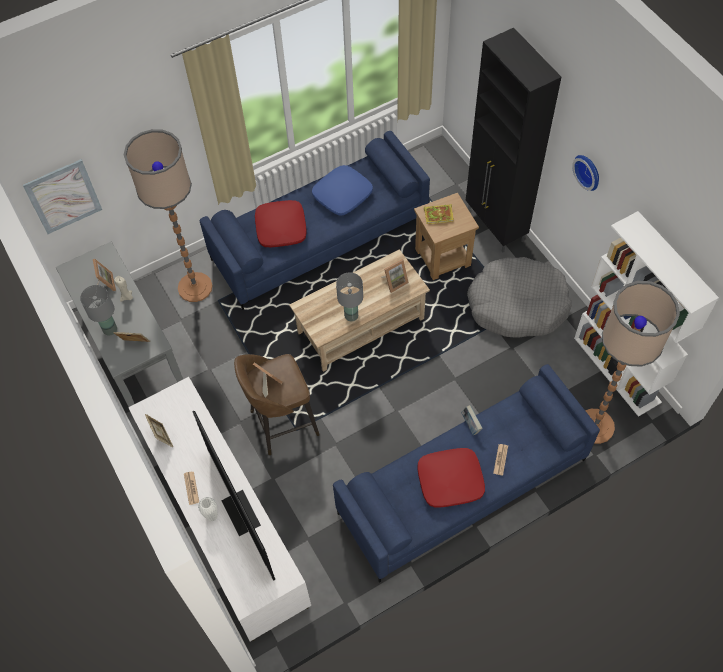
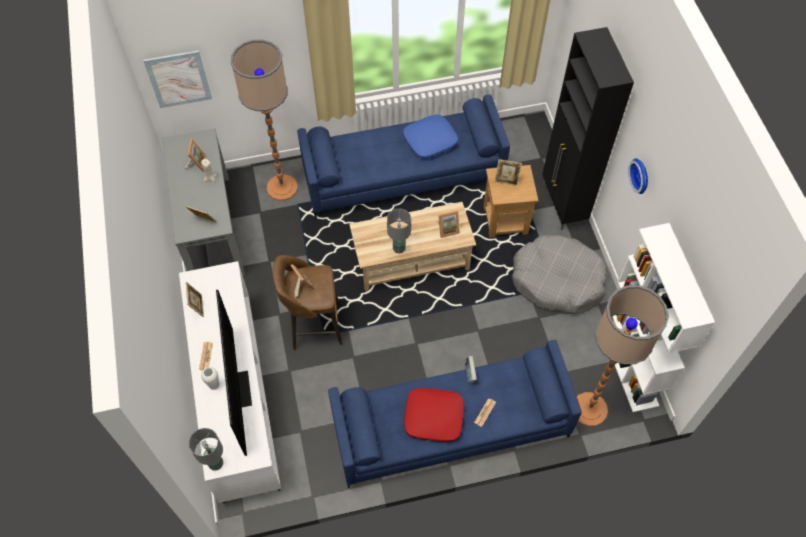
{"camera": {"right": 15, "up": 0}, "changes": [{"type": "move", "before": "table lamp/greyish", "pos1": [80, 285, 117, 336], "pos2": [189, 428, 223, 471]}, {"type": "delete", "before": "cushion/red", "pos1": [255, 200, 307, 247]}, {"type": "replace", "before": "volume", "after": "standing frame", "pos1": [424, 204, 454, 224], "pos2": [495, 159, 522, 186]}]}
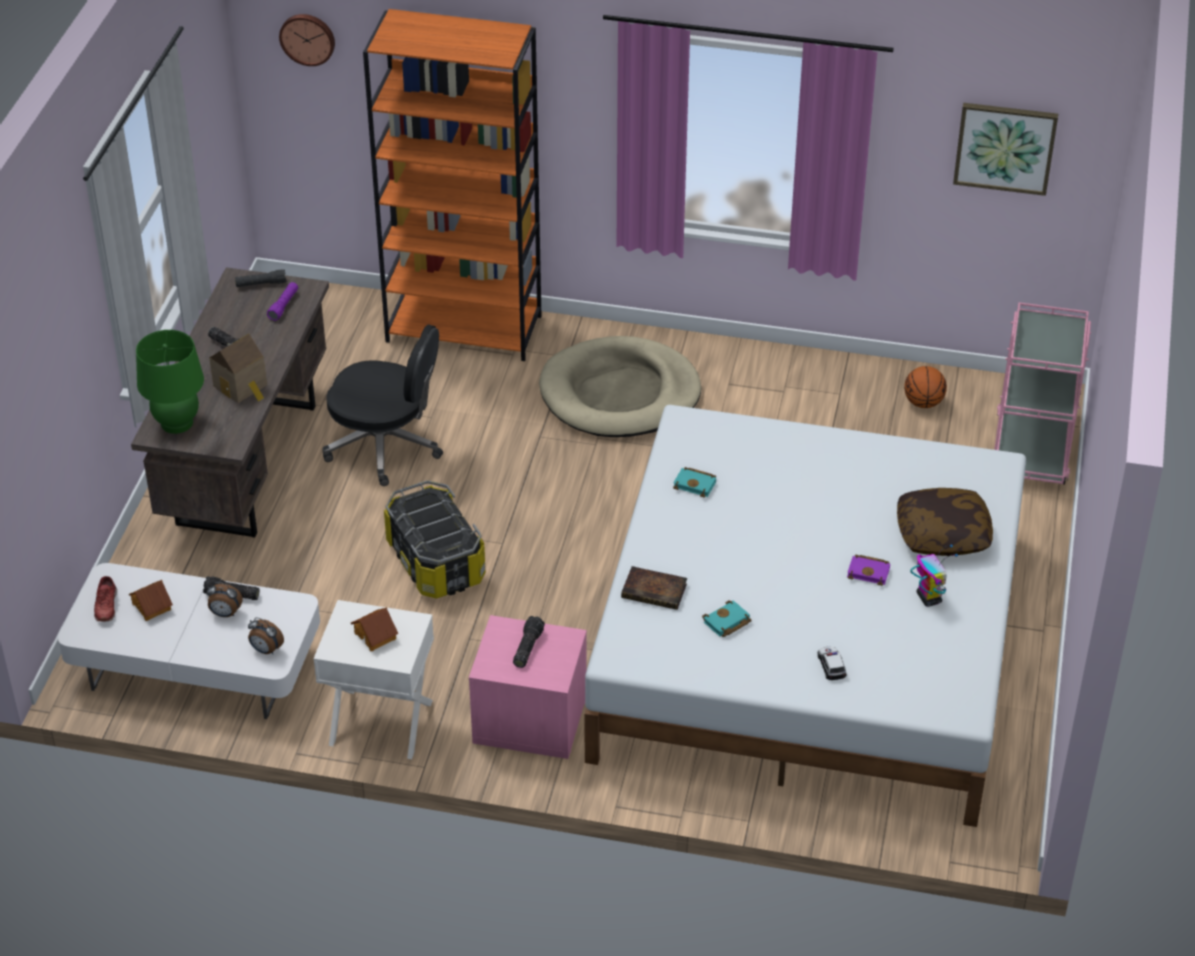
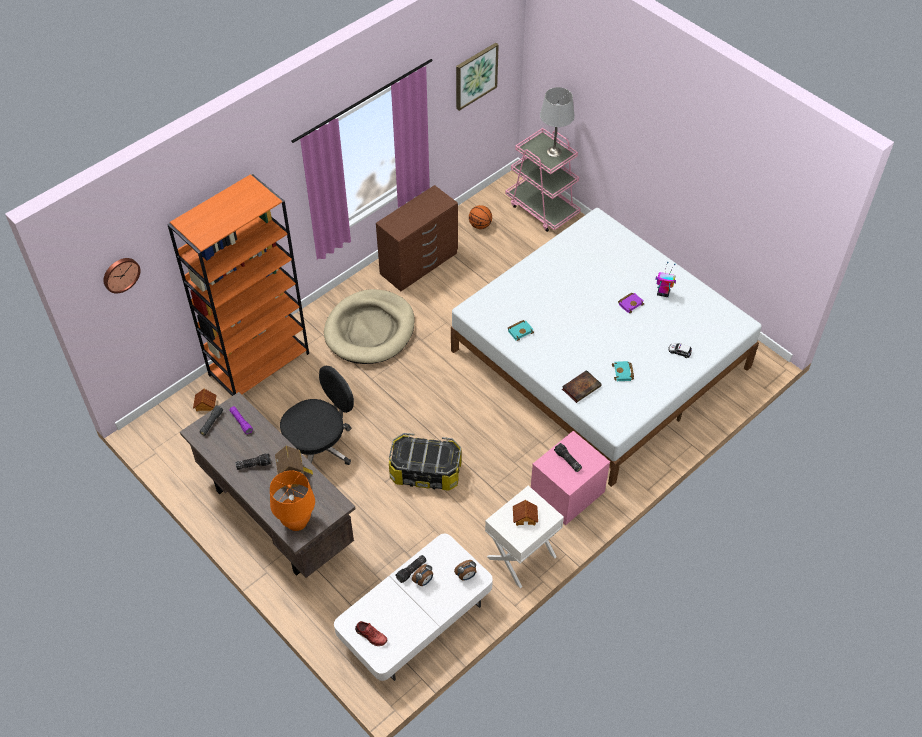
{"camera": {"right": -55, "up": 10}, "changes": [{"type": "move", "before": "toy house", "pos1": [129, 580, 173, 621], "pos2": [193, 389, 217, 411]}, {"type": "recolor", "before": "table lamp/greenish", "after": "table lamp/orange-coloured", "pos1": [136, 330, 204, 434], "pos2": [270, 471, 315, 531]}, {"type": "delete", "before": "cushion", "pos1": [897, 488, 993, 556]}, {"type": "insert", "after": "dresser/brown-coloured", "pos2": [376, 185, 458, 291]}, {"type": "insert", "after": "table lamp/greyish", "pos2": [540, 87, 575, 157]}]}
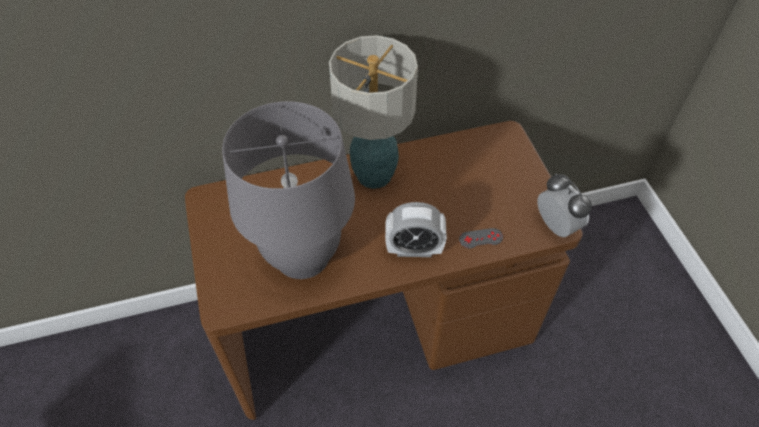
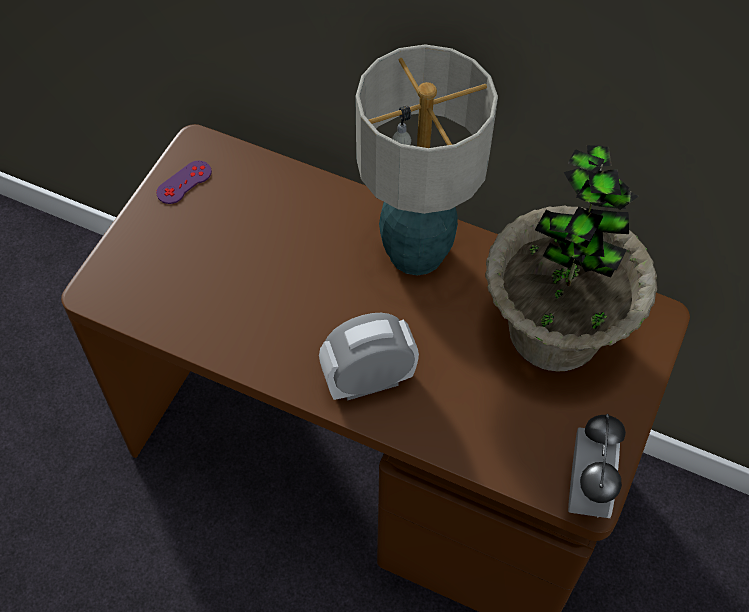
{"camera": {"right": 40, "up": 5}, "changes": [{"type": "delete", "before": "table lamp/greyish", "pos1": [222, 101, 355, 279]}, {"type": "rotate", "before": "alarm clock", "pos1": [385, 202, 447, 257], "pos2": [319, 313, 419, 401], "turn": 120}, {"type": "delete", "before": "gamepad/greyish", "pos1": [459, 228, 503, 248]}, {"type": "insert", "after": "gamepad/purplish", "pos2": [156, 161, 212, 204]}, {"type": "insert", "after": "potted plant", "pos2": [485, 145, 657, 371]}]}
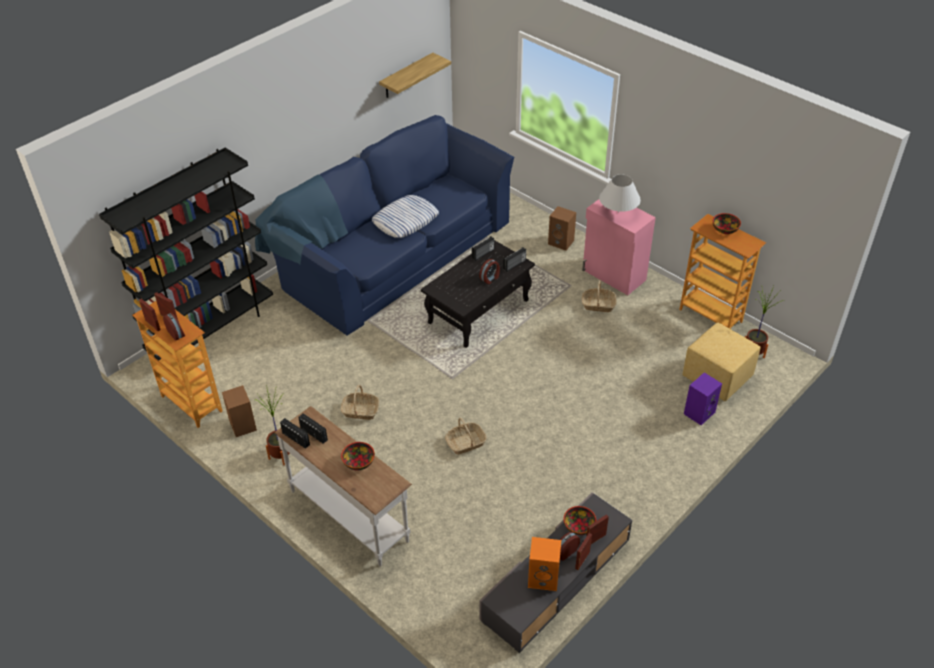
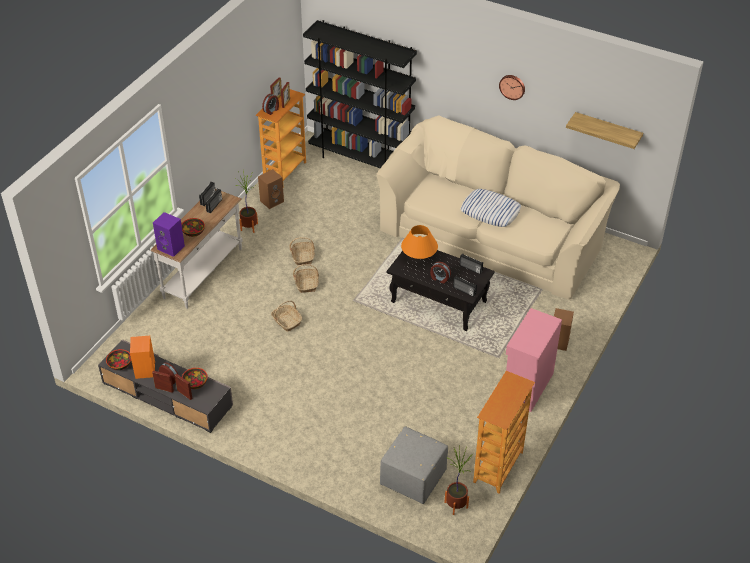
{"camera": {"right": 75, "up": 0}, "changes": [{"type": "recolor", "before": "settee/blue-coloured", "after": "settee/beige-coloured", "pos1": [255, 115, 514, 336], "pos2": [376, 115, 620, 300]}, {"type": "move", "before": "storage basket", "pos1": [582, 280, 616, 312], "pos2": [293, 264, 319, 293]}, {"type": "delete", "before": "table lamp/white-coloured", "pos1": [599, 174, 641, 213]}, {"type": "recolor", "before": "pouffe/yellow-coloured", "after": "pouffe/greyish", "pos1": [682, 323, 761, 401], "pos2": [380, 427, 448, 504]}, {"type": "move", "before": "audio speaker/purplish", "pos1": [684, 373, 722, 425], "pos2": [153, 212, 185, 257]}, {"type": "move", "before": "deep dish", "pos1": [713, 213, 741, 234], "pos2": [106, 349, 131, 370]}, {"type": "insert", "after": "table lamp/orange-coloured", "pos2": [401, 225, 438, 259]}, {"type": "insert", "after": "wall clock", "pos2": [499, 75, 525, 100]}]}
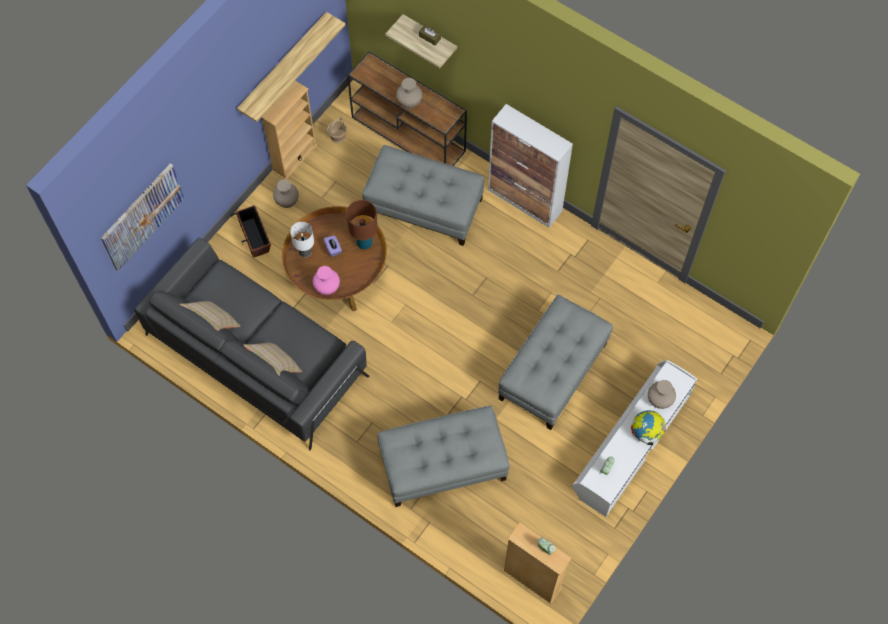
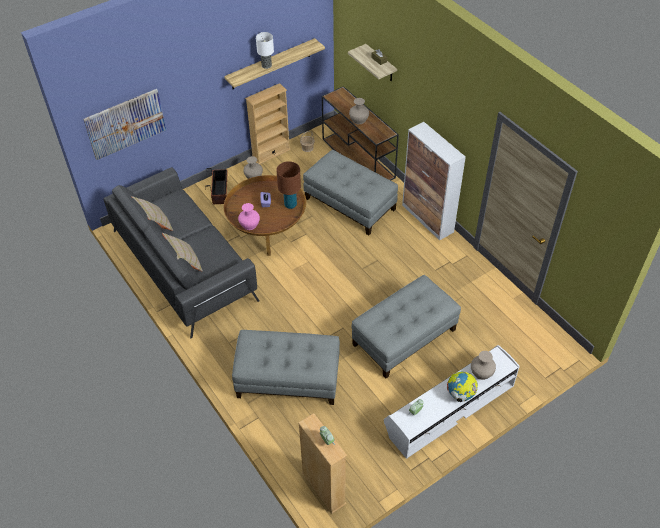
{"camera": {"right": 20, "up": -15}, "changes": [{"type": "move", "before": "table lamp", "pos1": [290, 222, 314, 257], "pos2": [256, 32, 274, 69]}]}
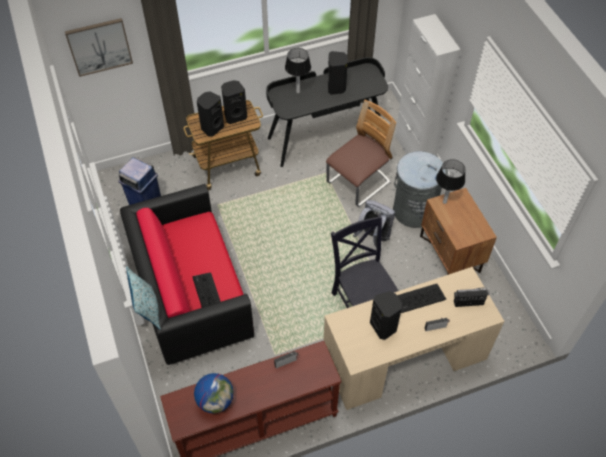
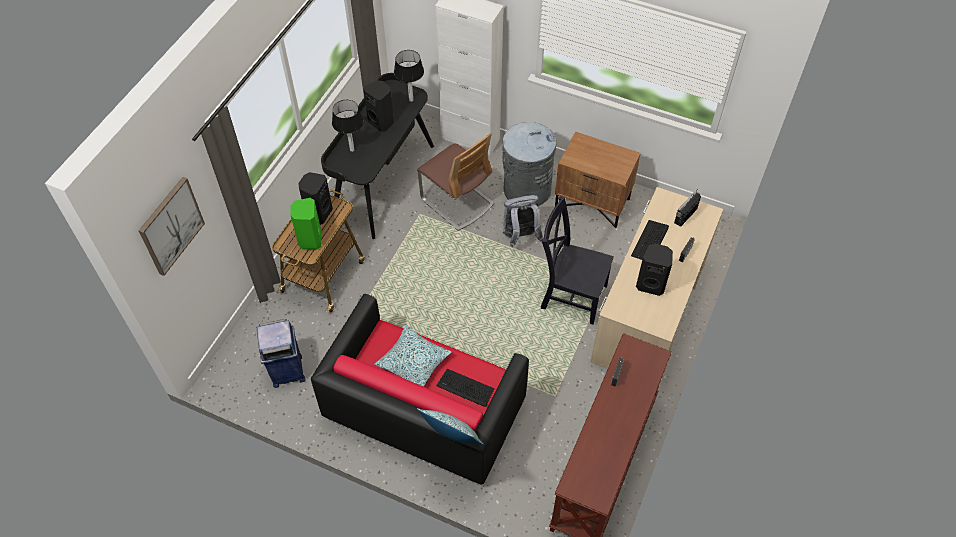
{"camera": {"right": -45, "up": 0}, "changes": [{"type": "delete", "before": "globe", "pos1": [194, 373, 234, 414]}, {"type": "recolor", "before": "audio speaker/black", "after": "audio speaker/greenish", "pos1": [197, 91, 224, 137], "pos2": [290, 198, 321, 250]}, {"type": "rotate", "before": "upright chair", "pos1": [326, 100, 396, 207], "pos2": [417, 133, 494, 231], "turn": 135}, {"type": "move", "before": "table lamp", "pos1": [436, 159, 465, 204], "pos2": [394, 50, 424, 102]}, {"type": "insert", "after": "cushion", "pos2": [374, 325, 452, 387]}]}
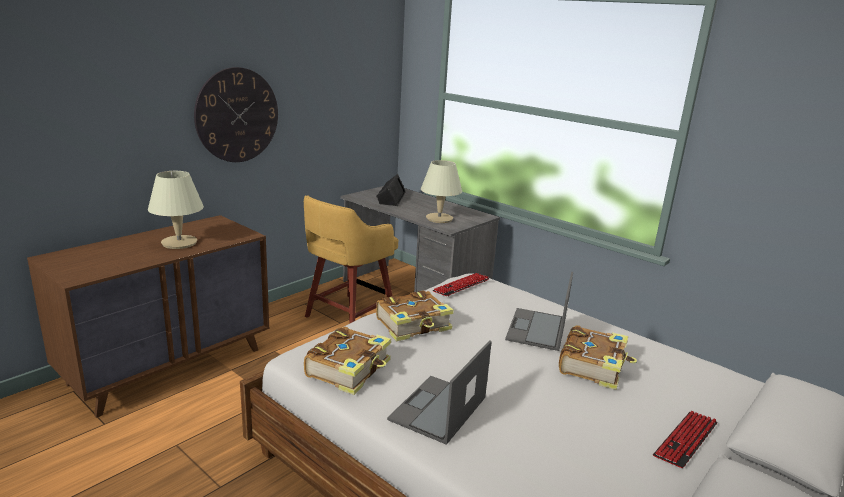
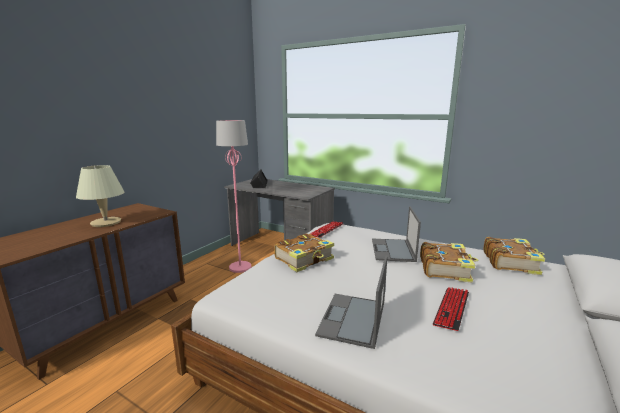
{"camera": {"right": -10, "up": -5}, "changes": [{"type": "delete", "before": "wall clock", "pos1": [194, 67, 278, 162]}, {"type": "replace", "before": "stool/yellow-coloured", "after": "standing lamp/pink-coloured", "pos1": [304, 195, 398, 324], "pos2": [216, 120, 251, 273]}, {"type": "move", "before": "volume", "pos1": [304, 327, 391, 395], "pos2": [483, 237, 545, 275]}, {"type": "delete", "before": "table lamp/beige-coloured", "pos1": [421, 160, 462, 223]}, {"type": "move", "before": "PC keyboard", "pos1": [653, 411, 718, 468], "pos2": [433, 287, 469, 331]}]}
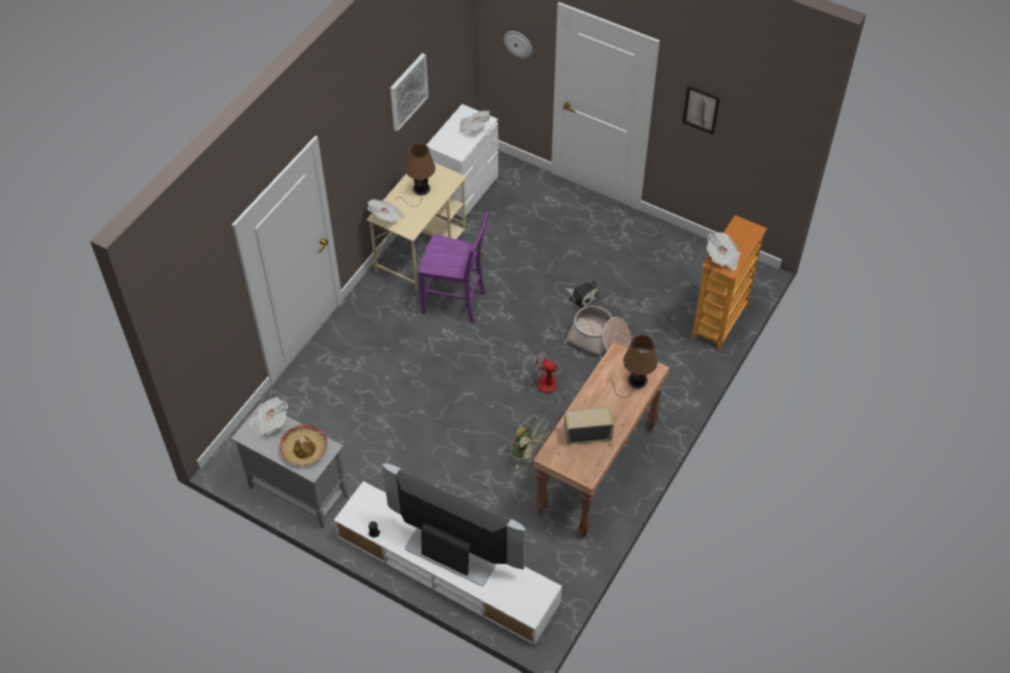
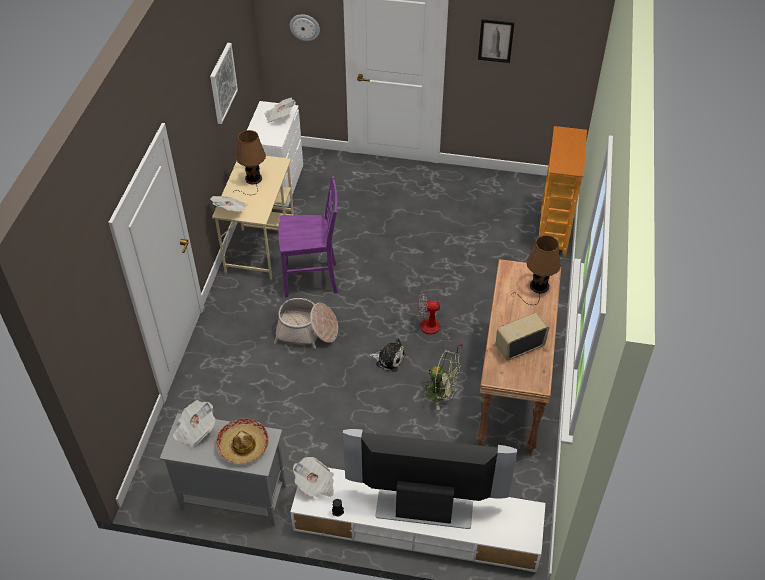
{"camera": {"right": -20, "up": -5}, "changes": [{"type": "move", "before": "storage basket", "pos1": [564, 305, 631, 360], "pos2": [274, 298, 338, 349]}, {"type": "move", "before": "plush toy", "pos1": [566, 281, 599, 309], "pos2": [369, 339, 405, 372]}, {"type": "move", "before": "newspaper", "pos1": [706, 232, 741, 271], "pos2": [293, 457, 334, 497]}]}
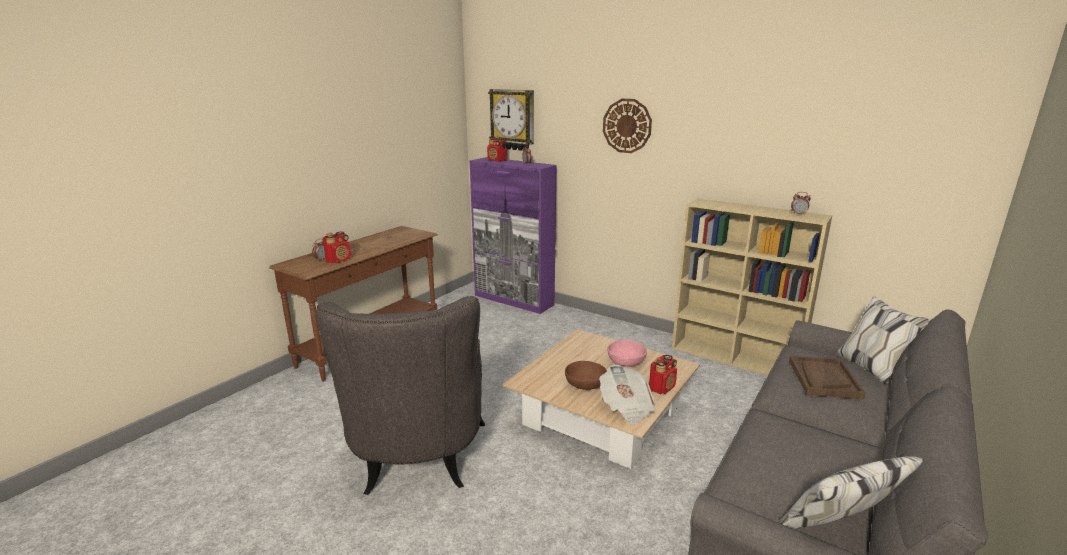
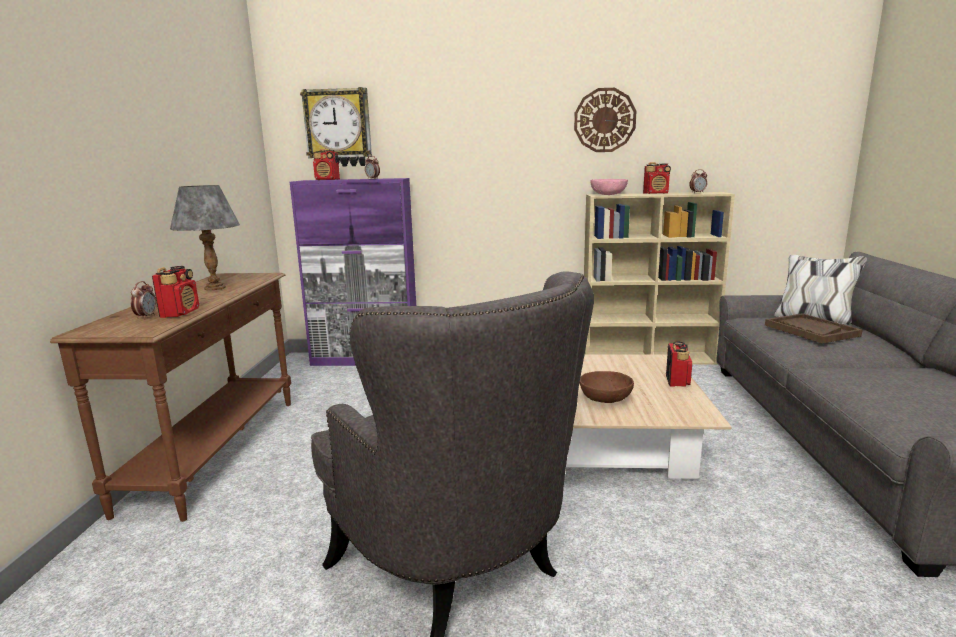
{"camera": {"right": -30, "up": -5}, "changes": [{"type": "delete", "before": "newspaper", "pos1": [599, 364, 656, 425]}, {"type": "move", "before": "wall clock", "pos1": [603, 99, 652, 153], "pos2": [574, 88, 636, 152]}, {"type": "move", "before": "deep dish/pink-coloured", "pos1": [607, 340, 647, 367], "pos2": [590, 179, 628, 195]}, {"type": "insert", "after": "table lamp/greyish", "pos2": [170, 185, 240, 290]}, {"type": "insert", "after": "radio", "pos2": [643, 162, 671, 194]}]}
